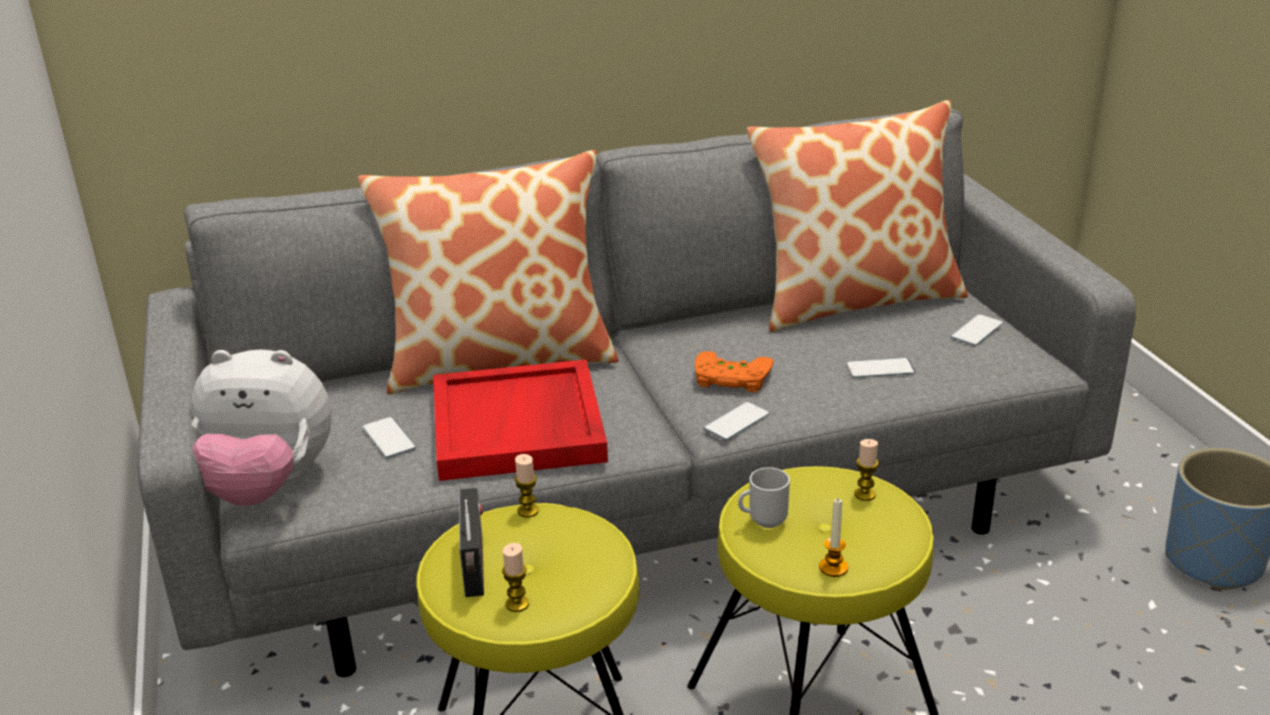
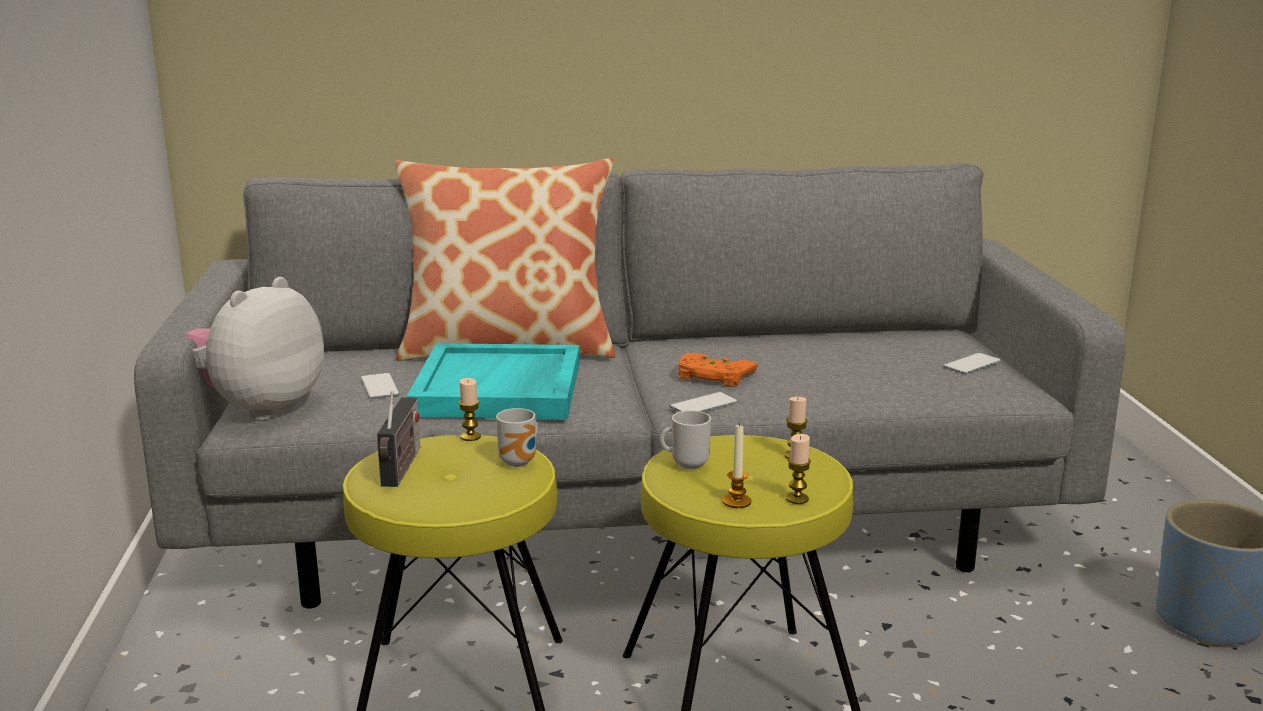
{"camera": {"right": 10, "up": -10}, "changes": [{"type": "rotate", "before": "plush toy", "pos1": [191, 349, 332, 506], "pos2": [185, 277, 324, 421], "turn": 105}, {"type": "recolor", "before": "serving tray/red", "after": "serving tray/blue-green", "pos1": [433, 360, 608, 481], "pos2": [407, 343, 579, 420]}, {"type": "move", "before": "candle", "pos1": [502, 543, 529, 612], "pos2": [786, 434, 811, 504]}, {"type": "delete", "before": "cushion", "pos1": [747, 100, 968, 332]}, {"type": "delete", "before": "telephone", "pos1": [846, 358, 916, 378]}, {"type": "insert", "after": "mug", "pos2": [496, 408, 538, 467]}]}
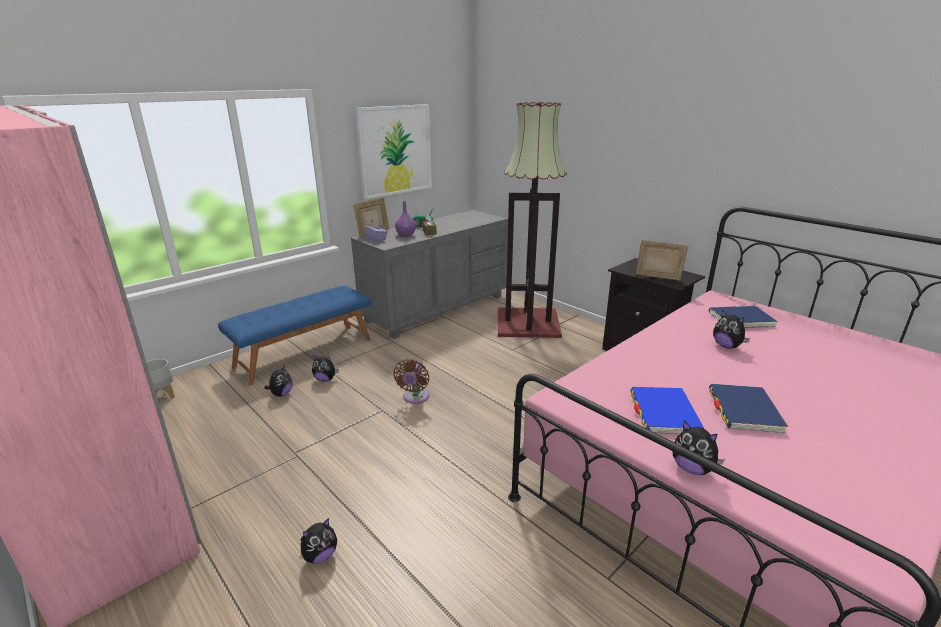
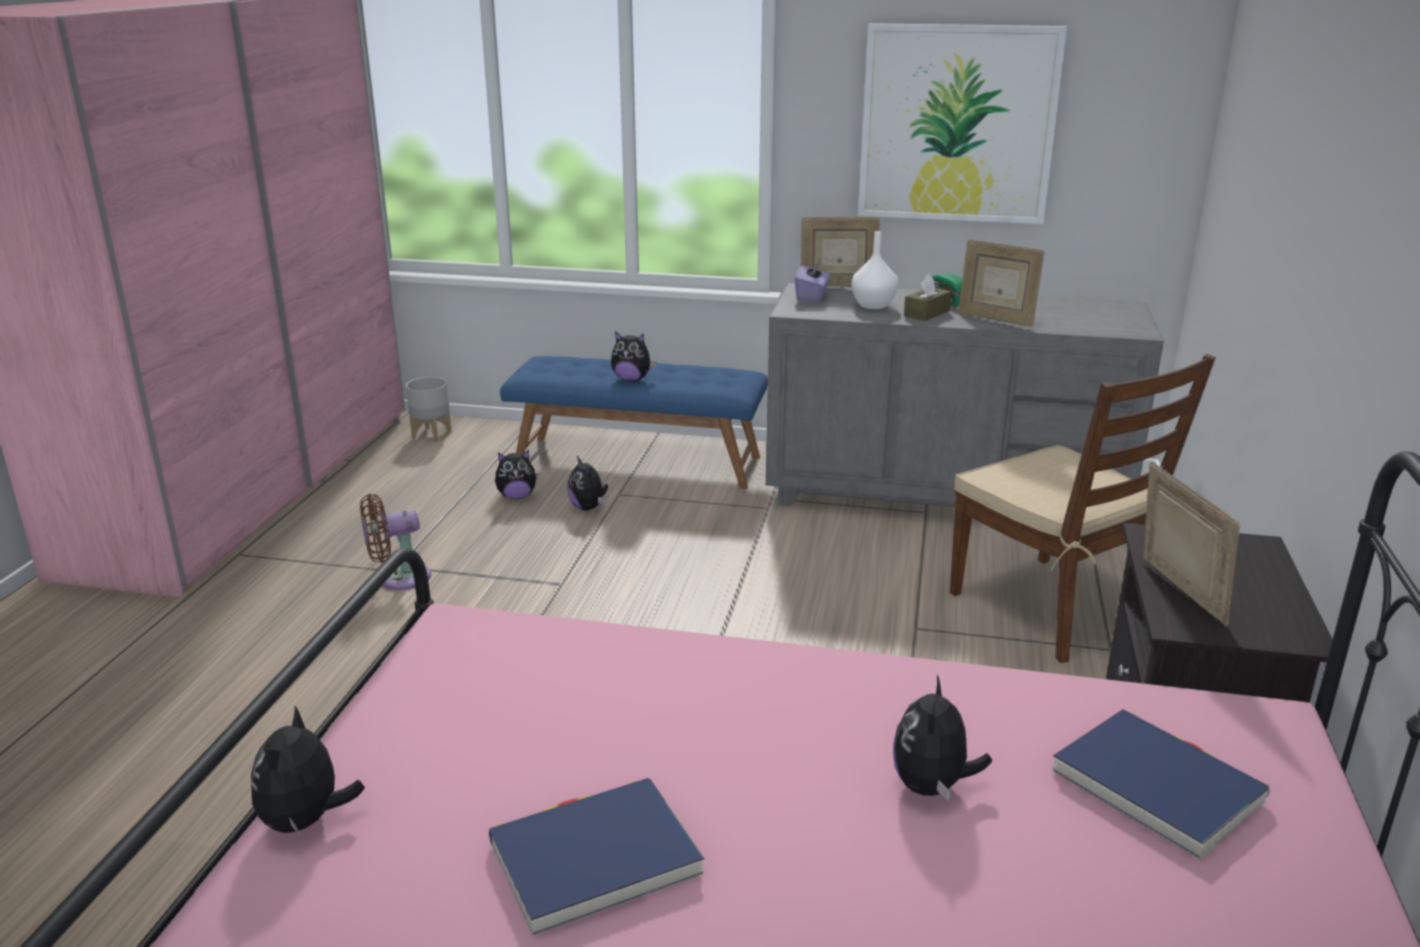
{"camera": {"right": 55, "up": 0}, "changes": [{"type": "move", "before": "plush toy", "pos1": [301, 518, 337, 564], "pos2": [611, 331, 657, 382]}, {"type": "move", "before": "fan/brown-coloured", "pos1": [393, 359, 429, 404], "pos2": [360, 494, 431, 590]}, {"type": "recolor", "before": "vase/purplish", "after": "vase/white-coloured", "pos1": [395, 201, 416, 237], "pos2": [852, 231, 898, 309]}, {"type": "replace", "before": "standing lamp", "after": "upright chair/brown-coloured", "pos1": [498, 102, 567, 338], "pos2": [950, 354, 1216, 663]}, {"type": "delete", "before": "volume/blue-coloured", "pos1": [630, 387, 704, 434]}, {"type": "insert", "after": "standing frame", "pos2": [958, 240, 1045, 326]}]}
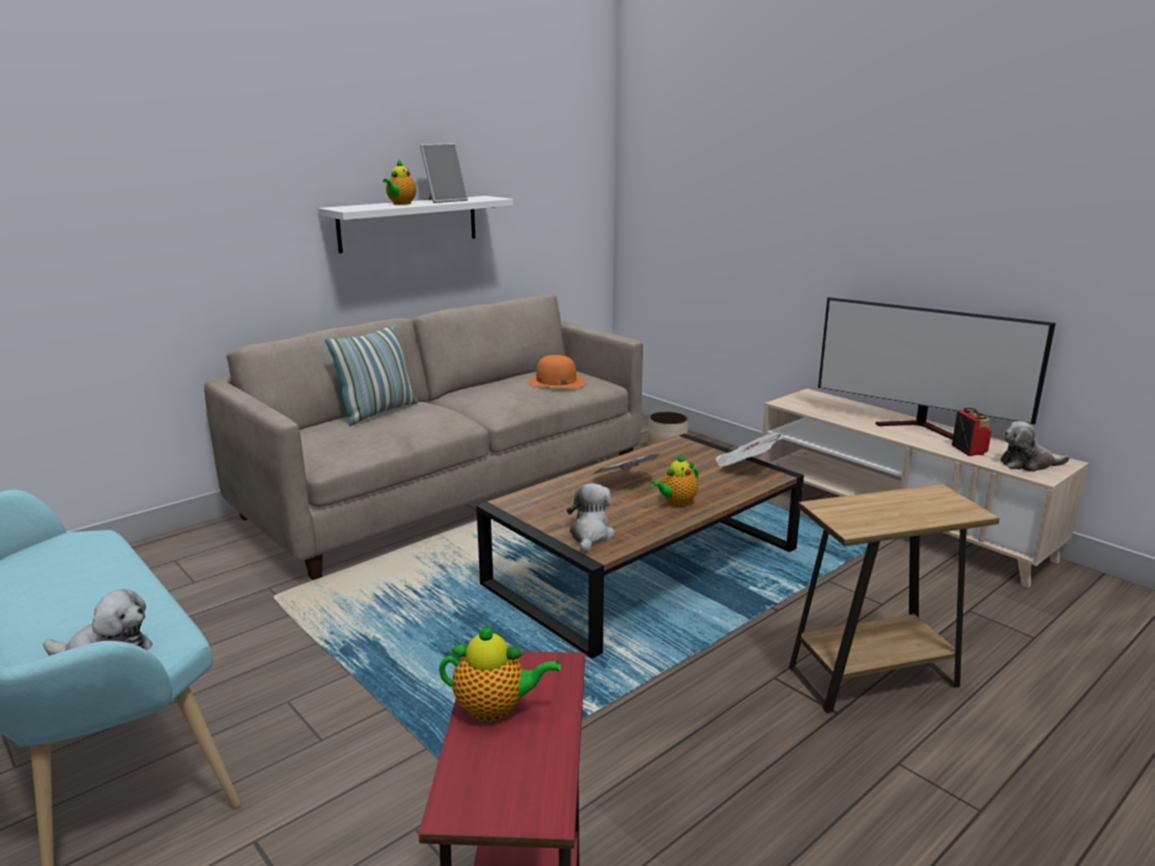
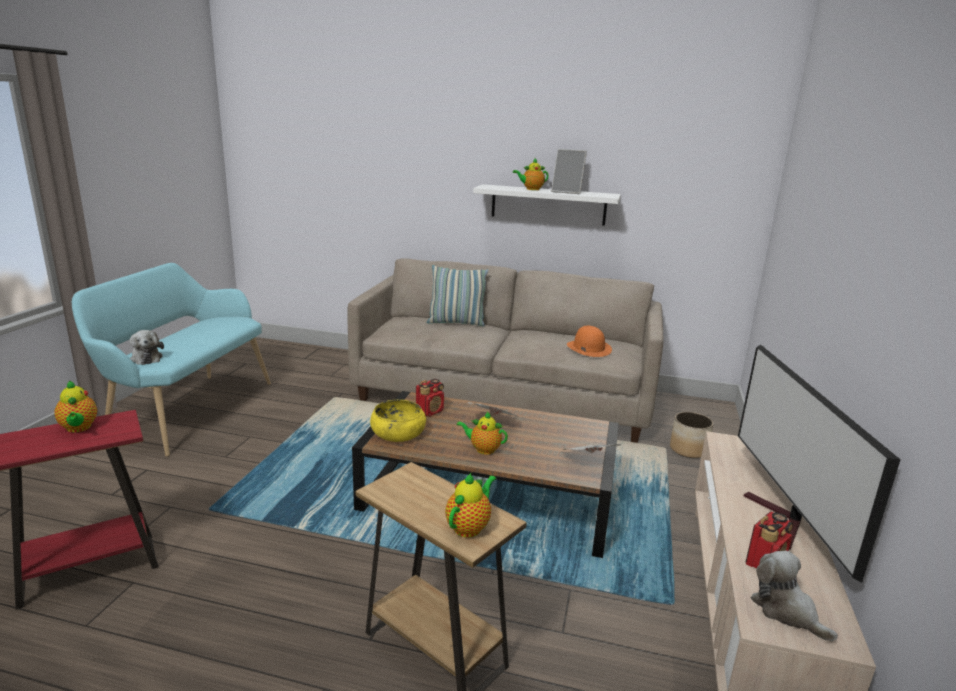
{"camera": {"right": 55, "up": 0}, "changes": [{"type": "replace", "before": "plush toy", "after": "deep dish/yellow-coloured", "pos1": [567, 483, 615, 553], "pos2": [370, 400, 426, 442]}, {"type": "insert", "after": "radio", "pos2": [416, 379, 444, 417]}, {"type": "insert", "after": "teapot", "pos2": [445, 473, 496, 538]}]}
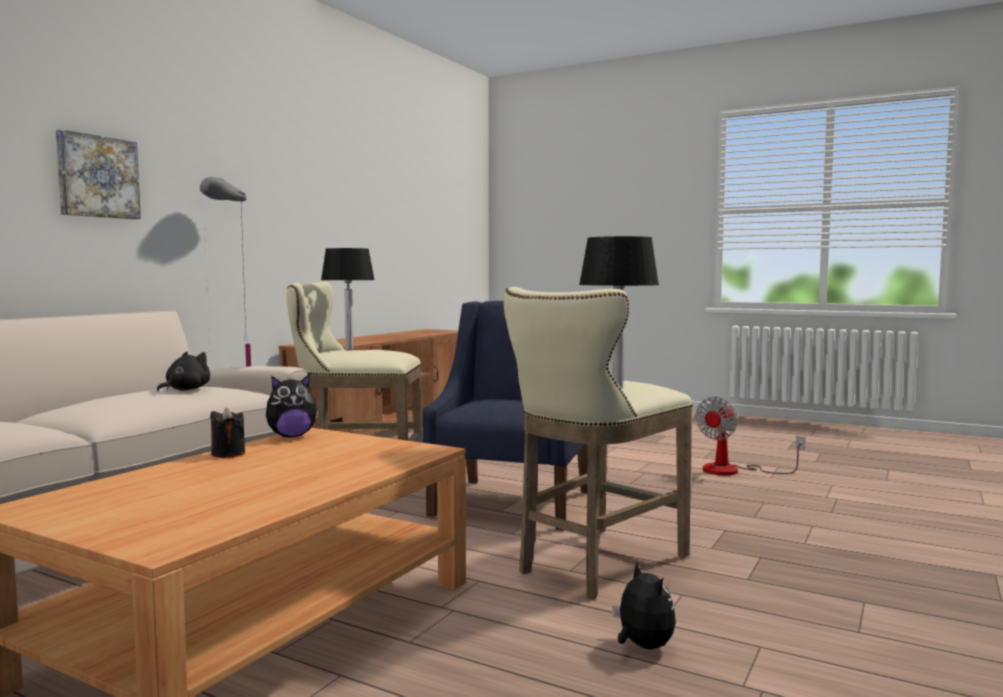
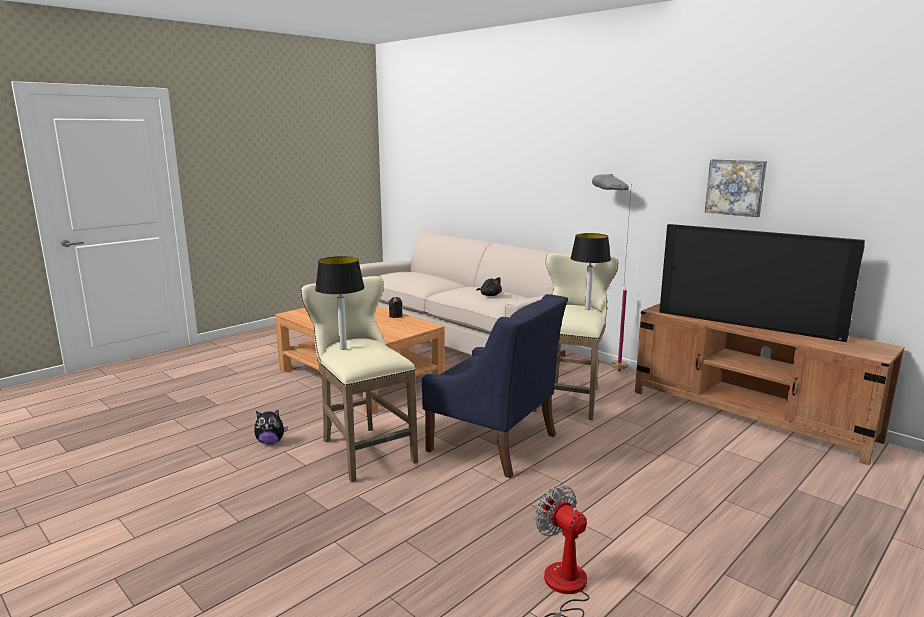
{"camera": {"right": 105, "up": 10}, "changes": [{"type": "move", "before": "picture", "pos1": [56, 130, 141, 219], "pos2": [705, 159, 767, 217]}, {"type": "delete", "before": "plush toy", "pos1": [266, 374, 318, 437]}, {"type": "insert", "after": "television", "pos2": [659, 224, 865, 342]}]}
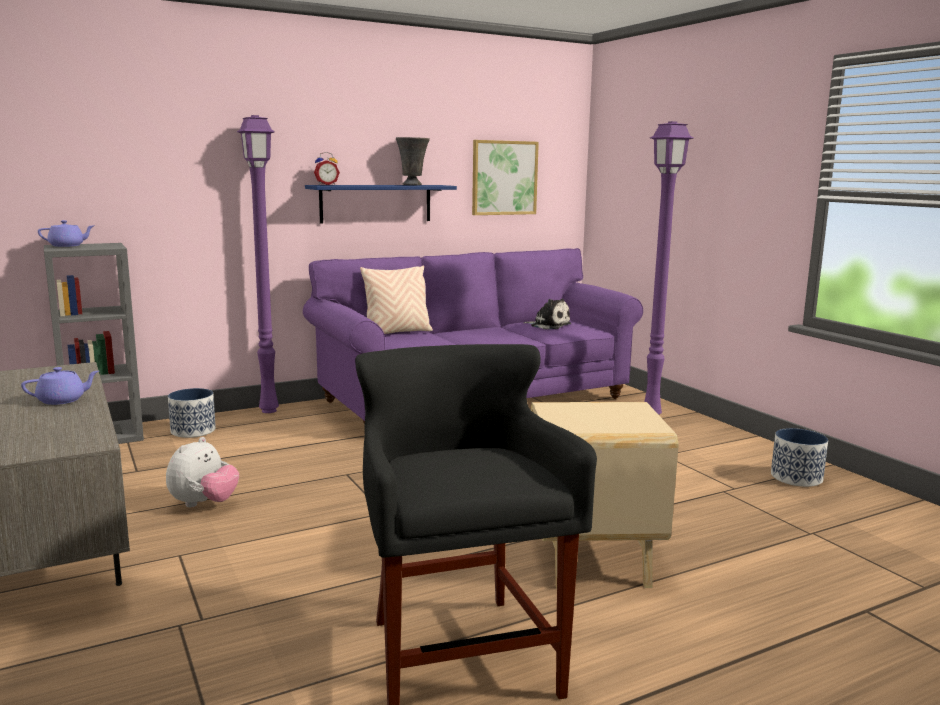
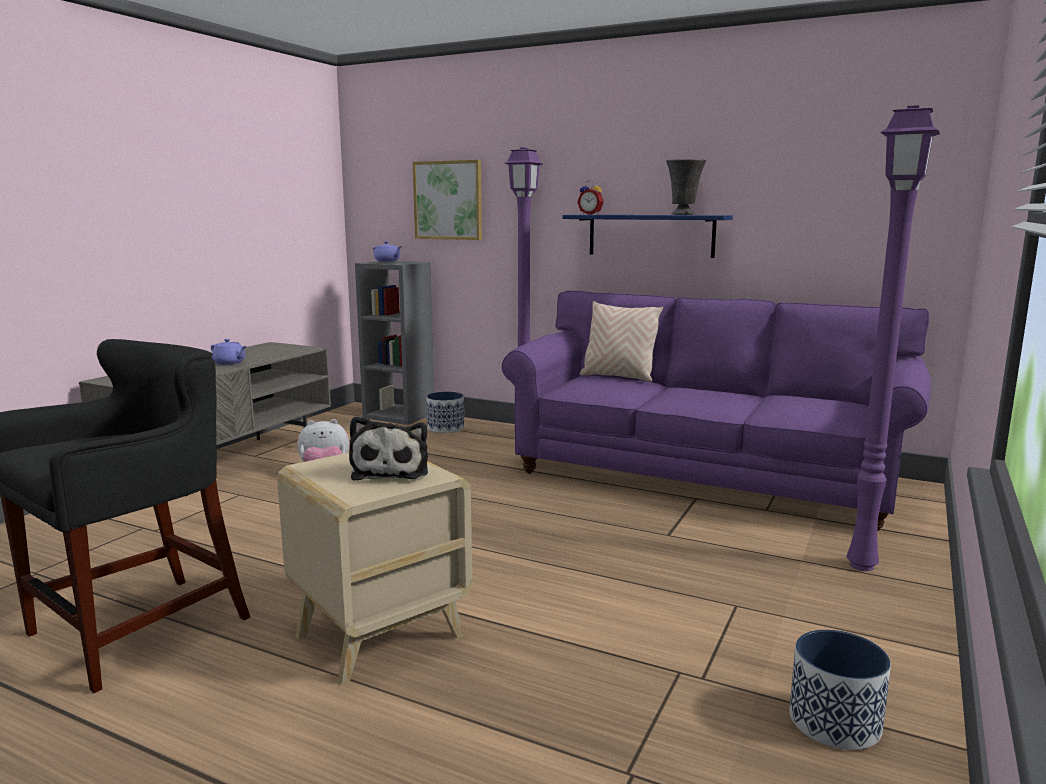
{"camera": {"right": 55, "up": 0}, "changes": [{"type": "move", "before": "picture", "pos1": [472, 140, 539, 215], "pos2": [413, 160, 482, 240]}, {"type": "move", "before": "plush toy", "pos1": [523, 299, 571, 329], "pos2": [349, 416, 428, 481]}]}
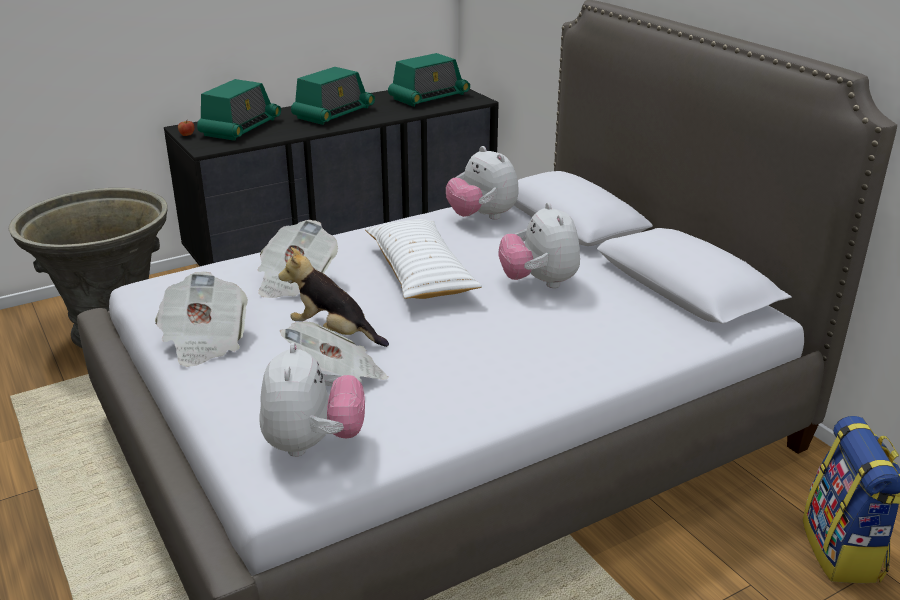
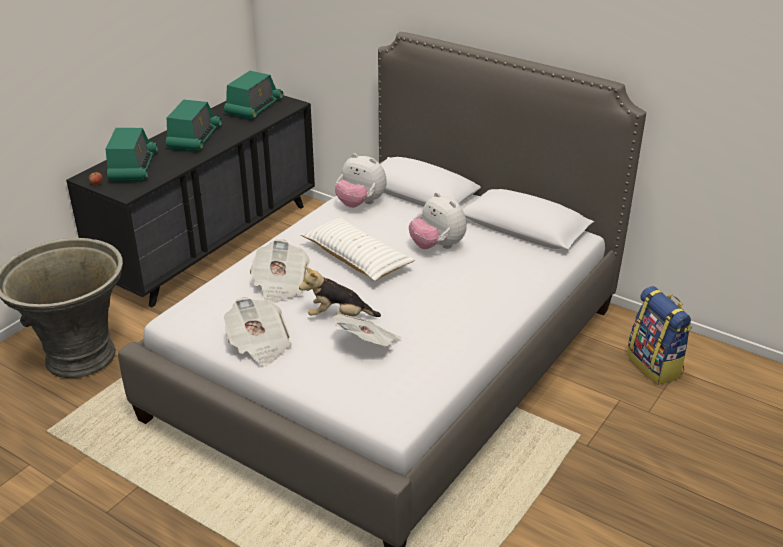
{"camera": {"right": -25, "up": 5}, "changes": [{"type": "delete", "before": "plush toy", "pos1": [260, 343, 365, 457]}]}
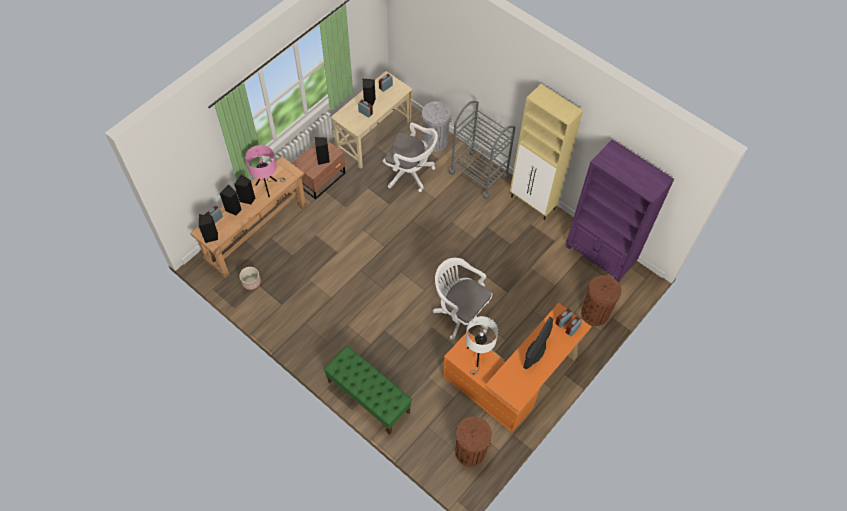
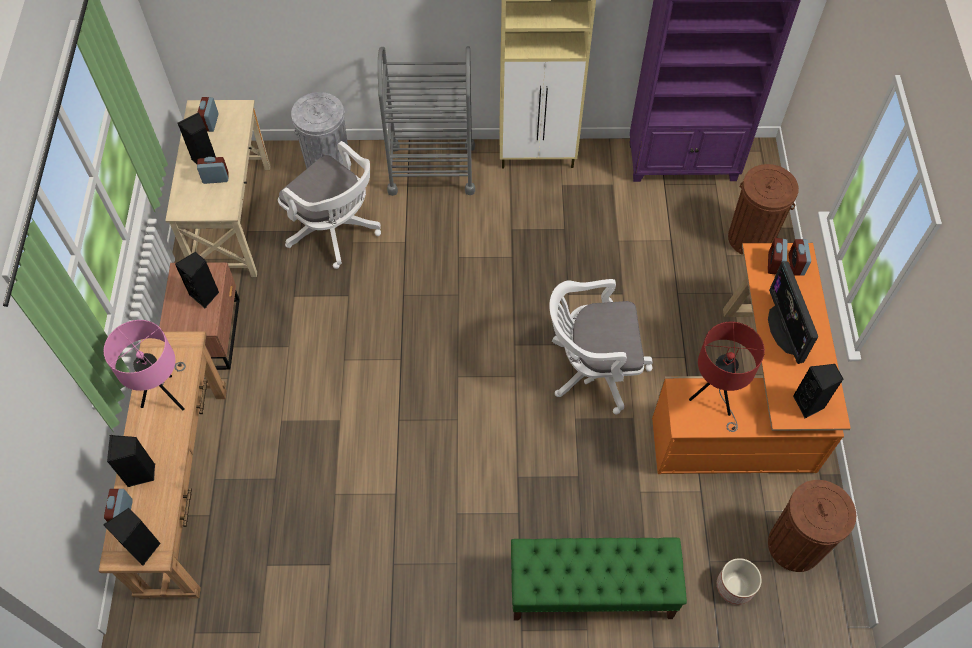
{"camera": {"right": -40, "up": 0}, "changes": [{"type": "move", "before": "audio speaker/black", "pos1": [234, 174, 255, 204], "pos2": [793, 364, 844, 418]}, {"type": "move", "before": "planter", "pos1": [239, 267, 261, 290], "pos2": [717, 558, 762, 605]}, {"type": "rotate", "before": "office chair/white-coloured", "pos1": [382, 123, 438, 192], "pos2": [278, 141, 381, 269], "turn": 60}, {"type": "recolor", "before": "table lamp/white-coloured", "after": "table lamp/red", "pos1": [465, 316, 498, 375], "pos2": [689, 322, 765, 432]}]}
